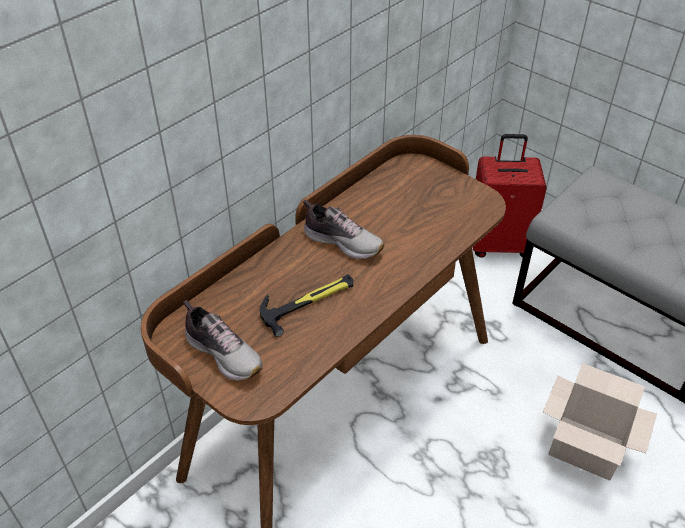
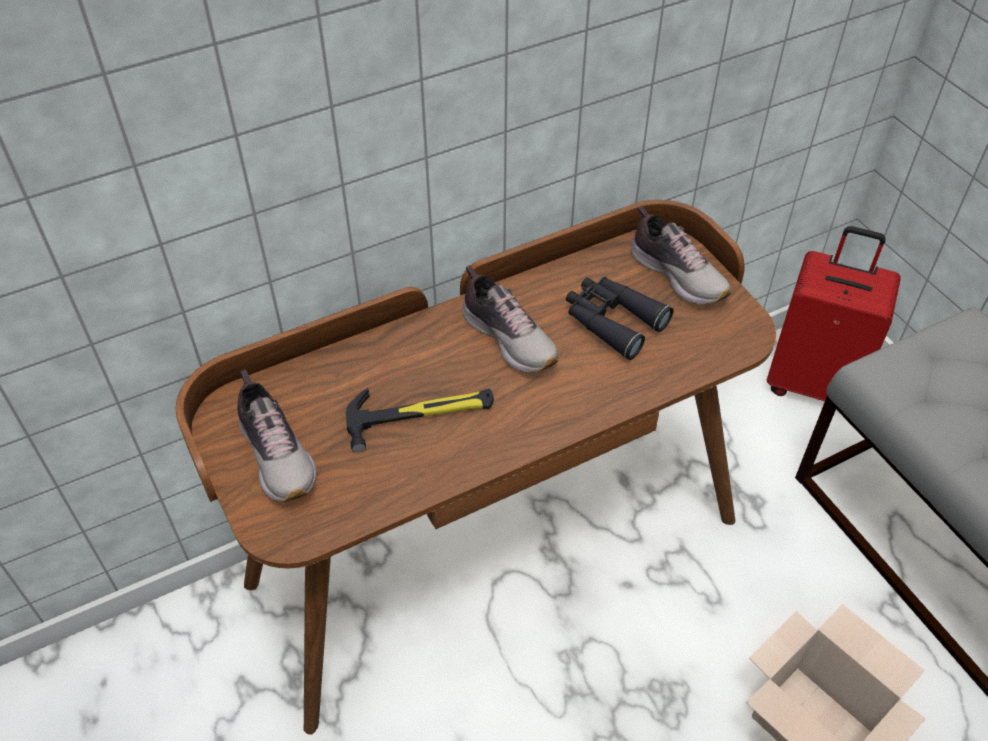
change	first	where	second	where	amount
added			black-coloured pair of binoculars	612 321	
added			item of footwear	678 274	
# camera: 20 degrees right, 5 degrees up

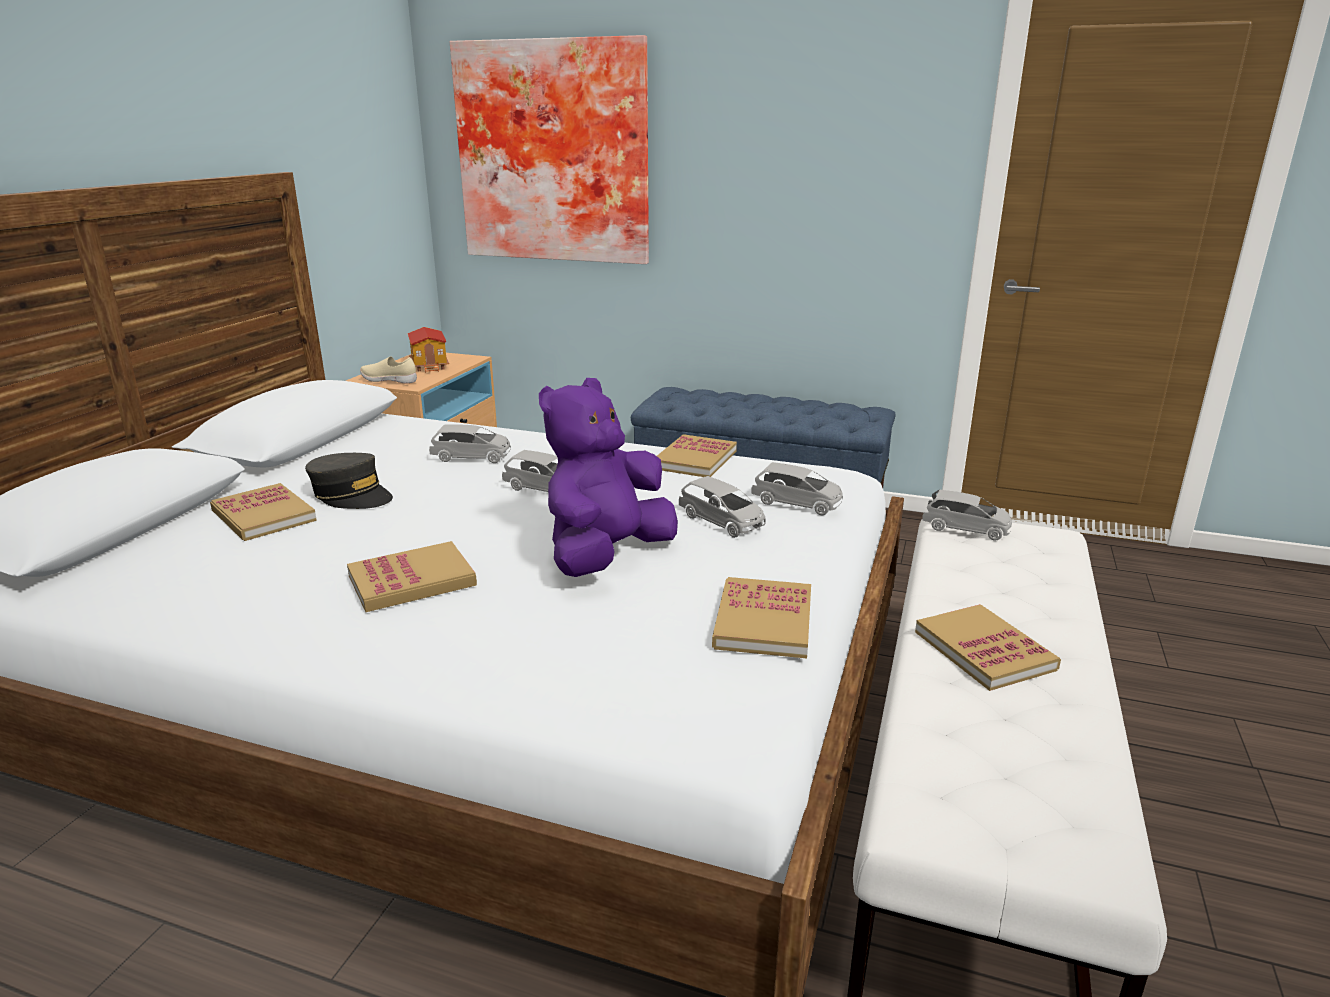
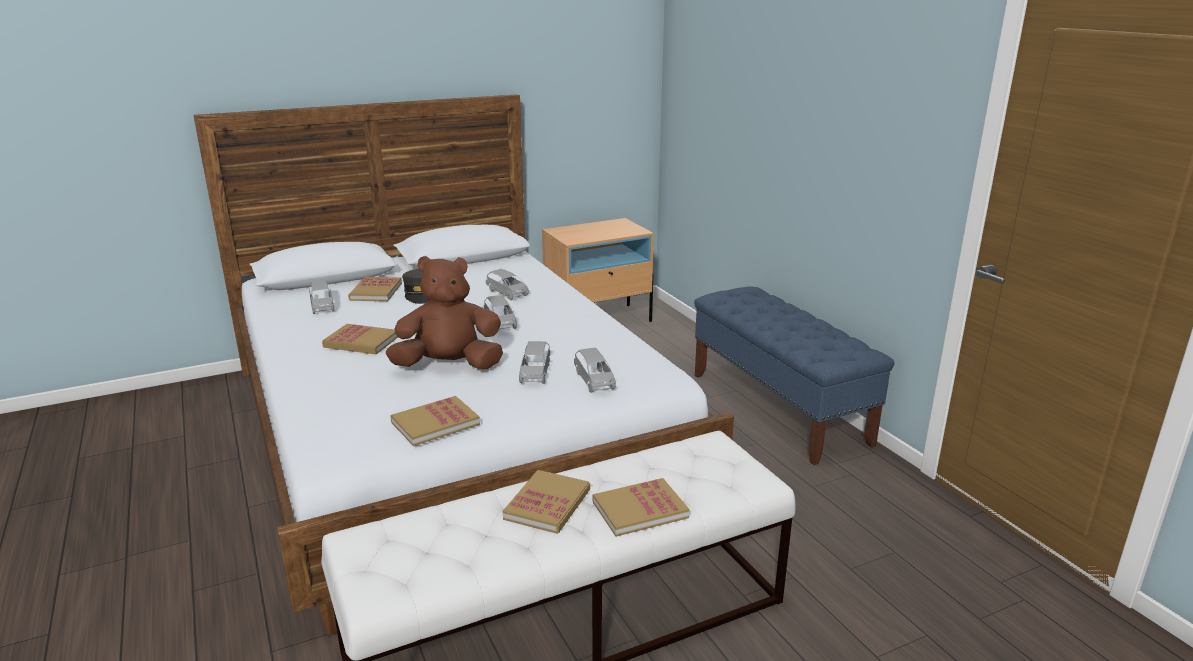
change	first	where	second	where	amount
removed	beige item of footwear	390 381			
removed	model house	430 365			
removed	wall art	555 153			
moved	volume	695 459		640 510	
moved	greyish model car	965 529		322 306	
recoloured	purple soft toy	607 557	brown soft toy	449 366	
# camera: 45 degrees right, 0 degrees up

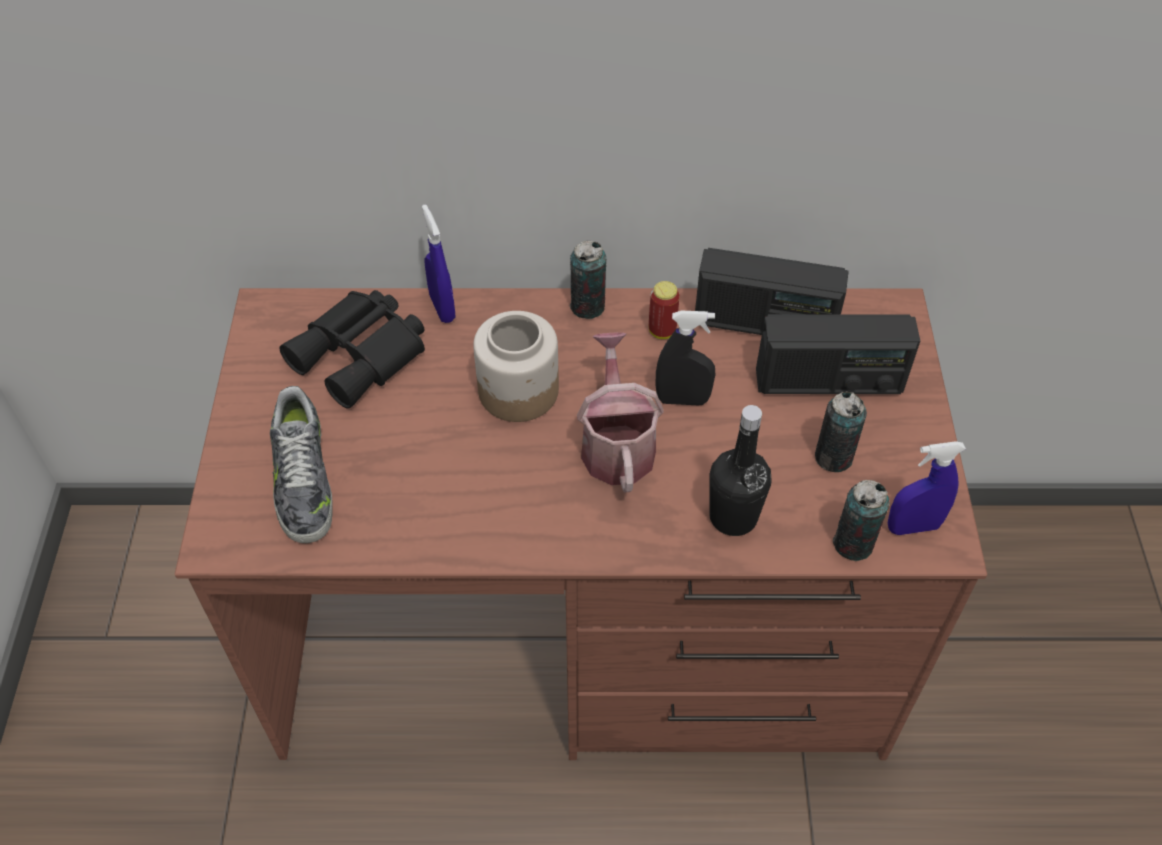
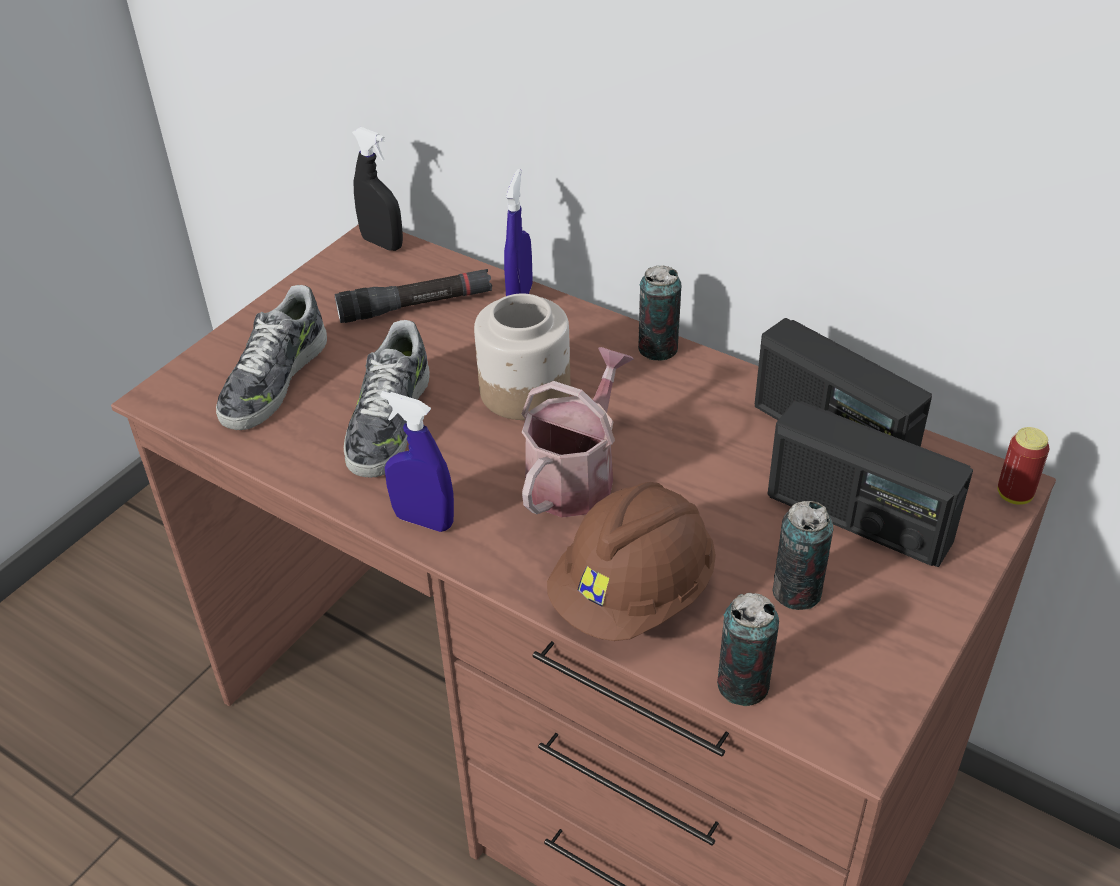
change	first	where	second	where	amount
added			item of footwear	388 421	
moved	can	662 331		1014 495	
moved	black-coloured hand sprayer	682 399		382 243	
moved	bluish hand sprayer	913 526		423 520	
replaced	black-coloured pair of binoculars	363 355	black-coloured torch	416 306	
replaced	black-coloured beverage bottle	733 517	brown work helmet	634 595	
# camera: 35 degrees right, 10 degrees down

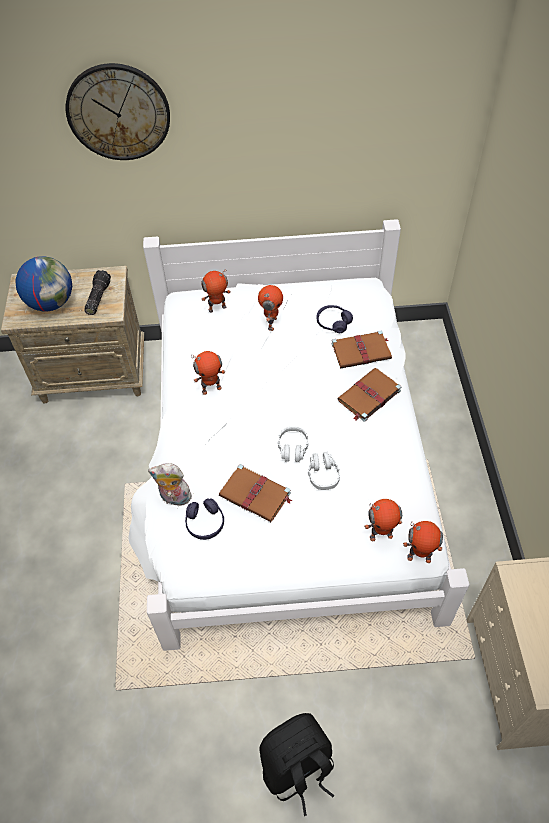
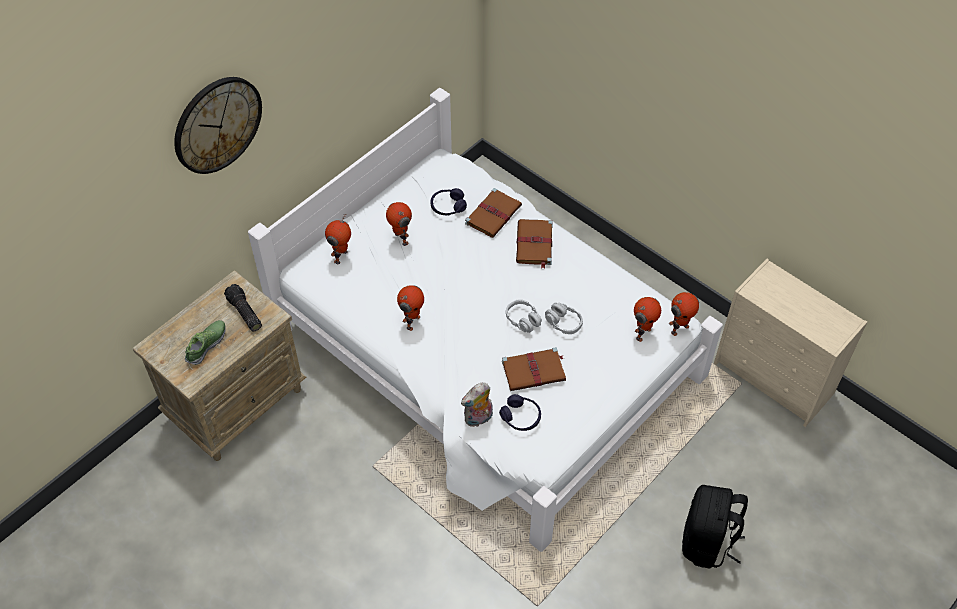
change	first	where	second	where	amount
replaced	globe	51 303	item of footwear	206 345	
# camera: 45 degrees left, 0 degrees up

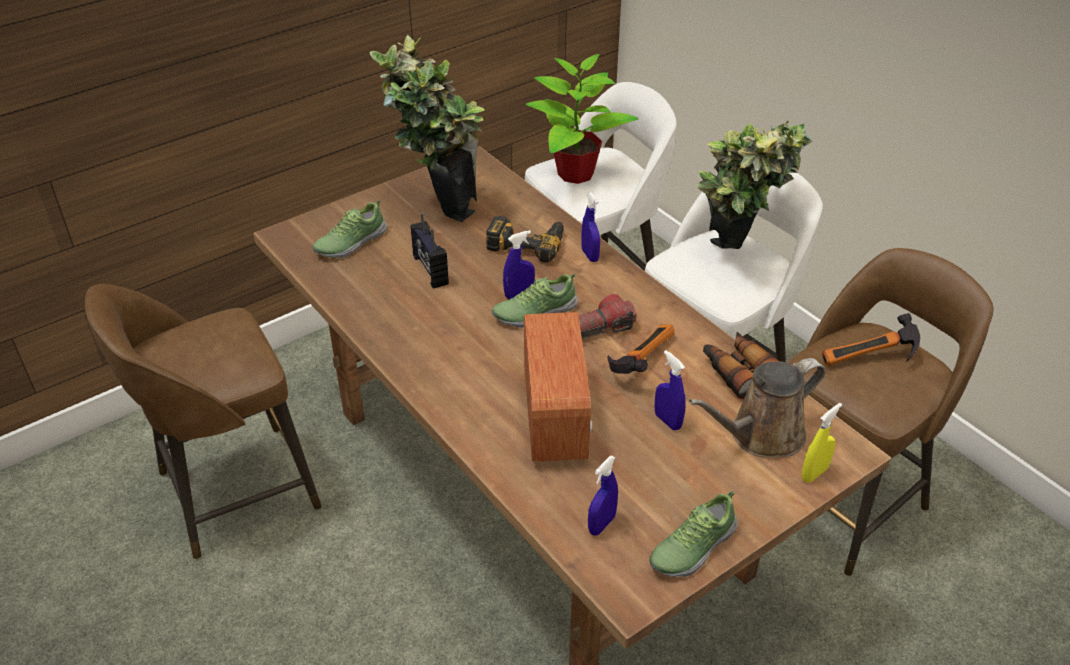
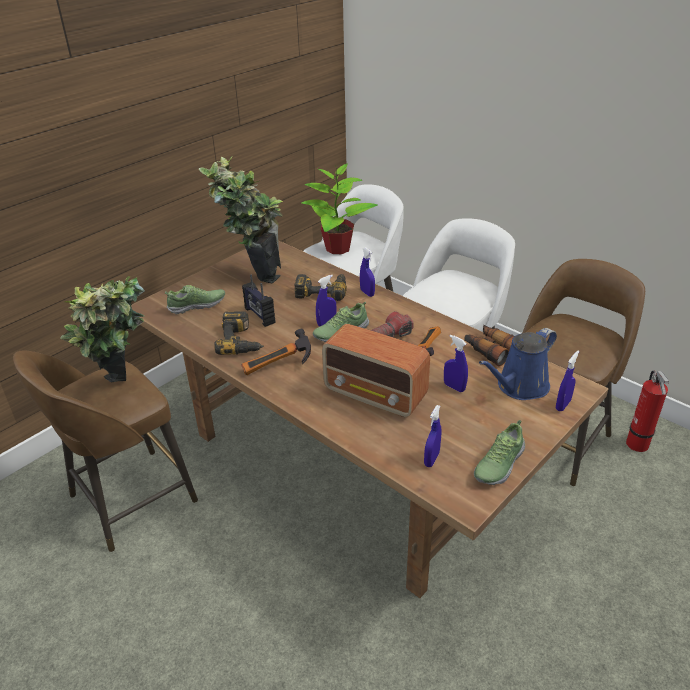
change	first	where	second	where	amount
added			drill	242 341	
added			extinguisher	638 446	
moved	houseplant	738 263		122 392	
moved	tool hammer	870 361		279 367	
recoloured	brown watering can	761 435	bluish watering can	519 387	
recoloured	yellow hand sprayer	814 473	bluish hand sprayer	563 405	
turned	item of footwear	350 242		197 305	150 degrees counterclockwise
turned	radio receiver	554 416		376 395	135 degrees clockwise
# camera: 10 degrees left, 5 degrees down

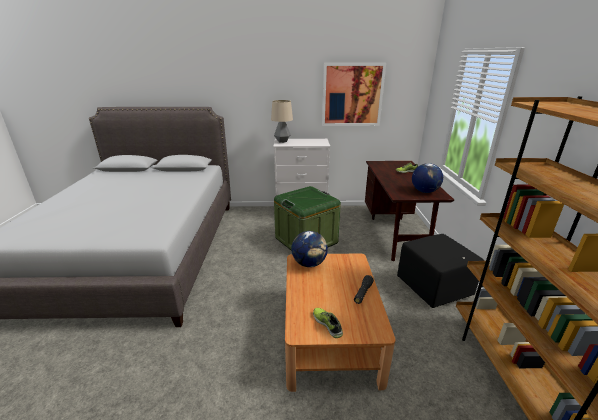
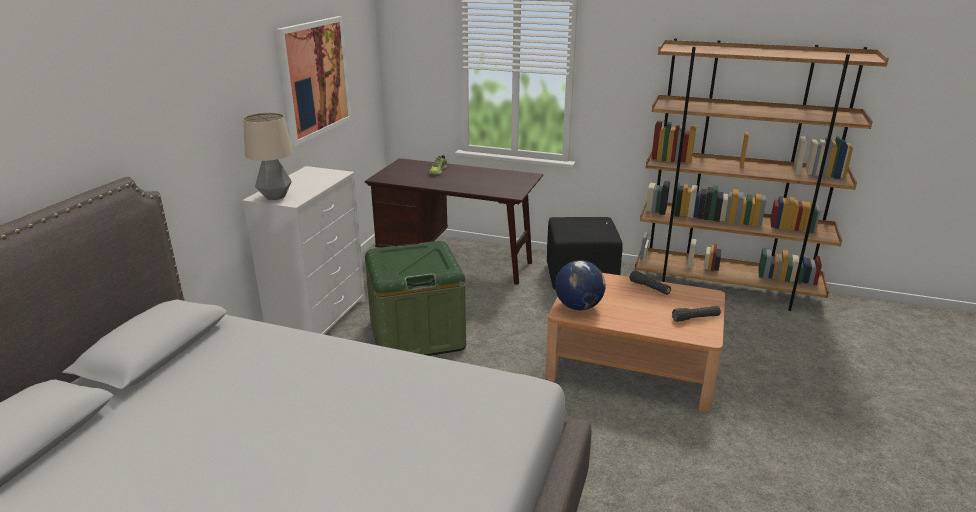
change	first	where	second	where	amount
removed	globe	424 191			
replaced	item of footwear	328 324	black-coloured torch	695 318	
# camera: 70 degrees left, 0 degrees up

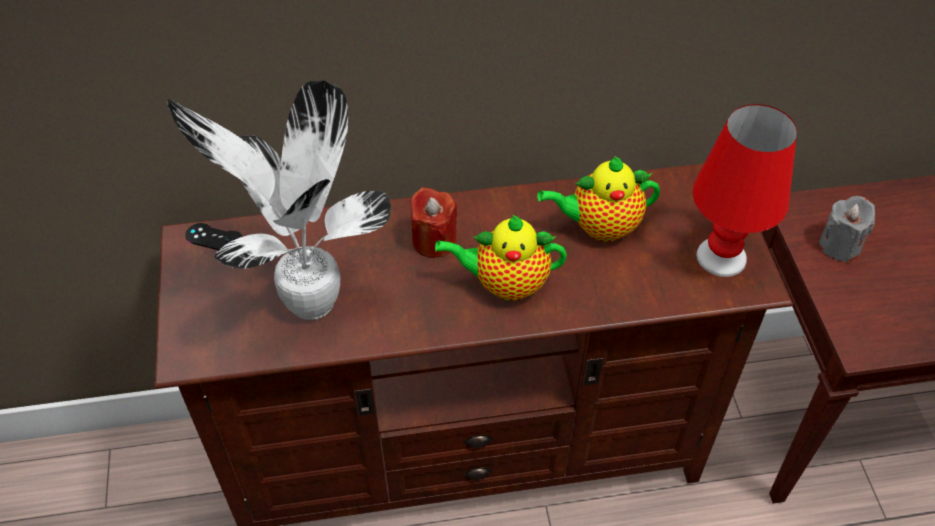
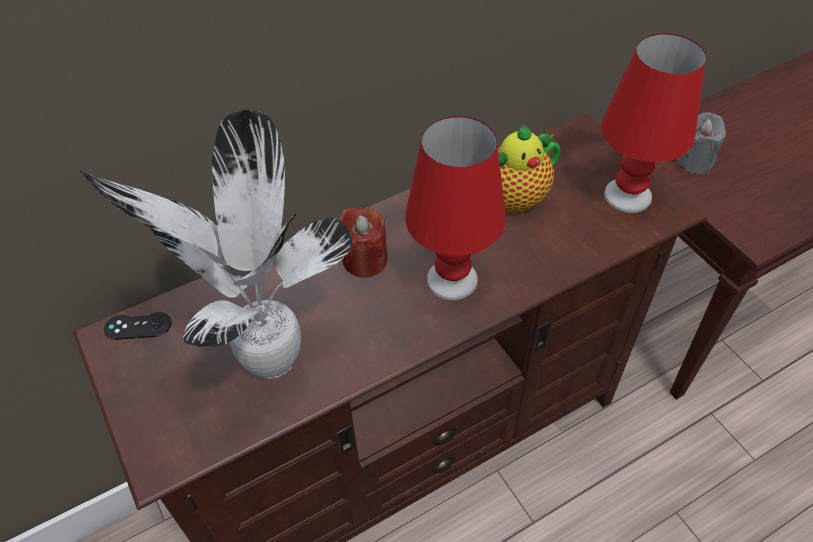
change	first	where	second	where	amount
replaced	teapot	505 283	reddish table lamp	452 279	
# camera: 20 degrees left, 0 degrees up

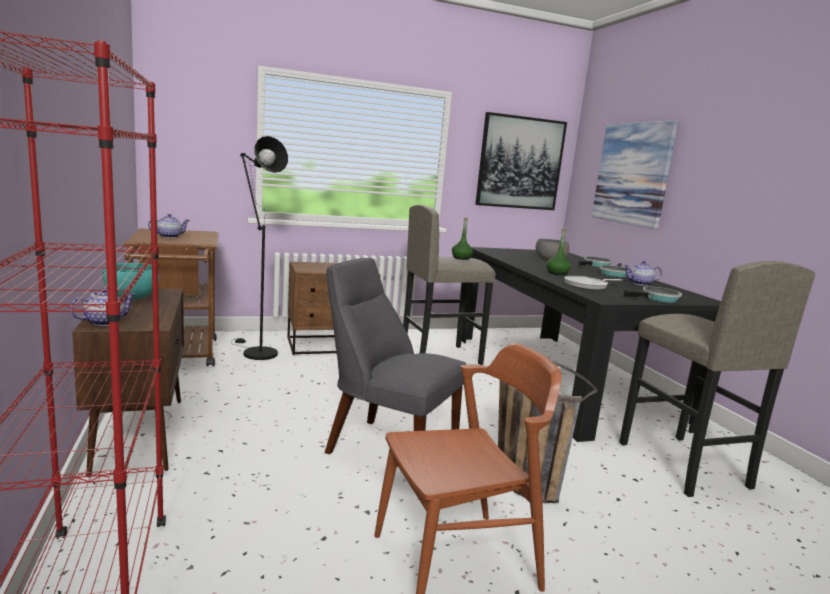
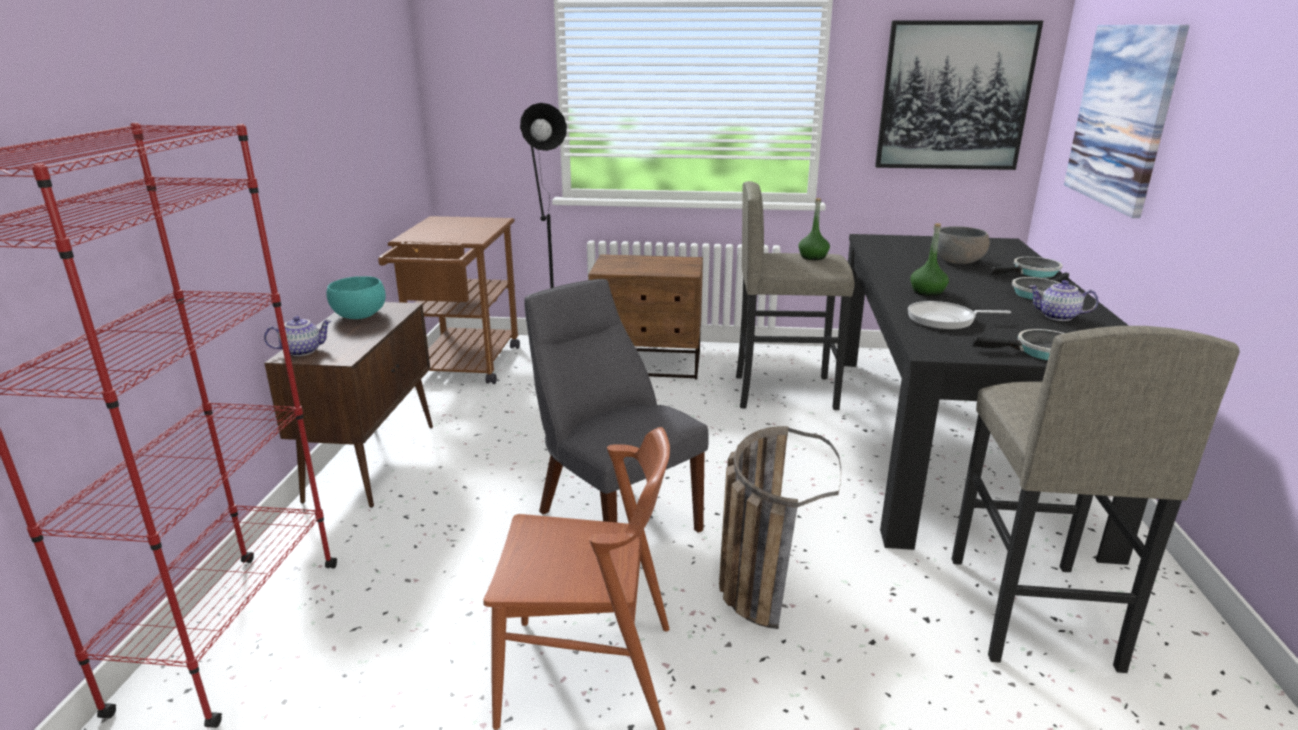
change	first	where	second	where	amount
removed	teapot	169 236			
# camera: 25 degrees right, 10 degrees up

